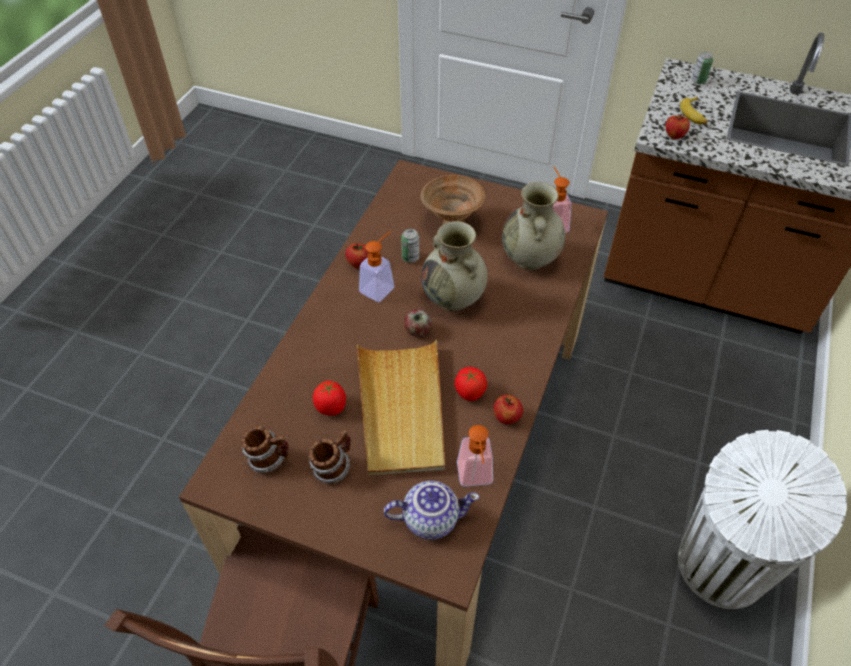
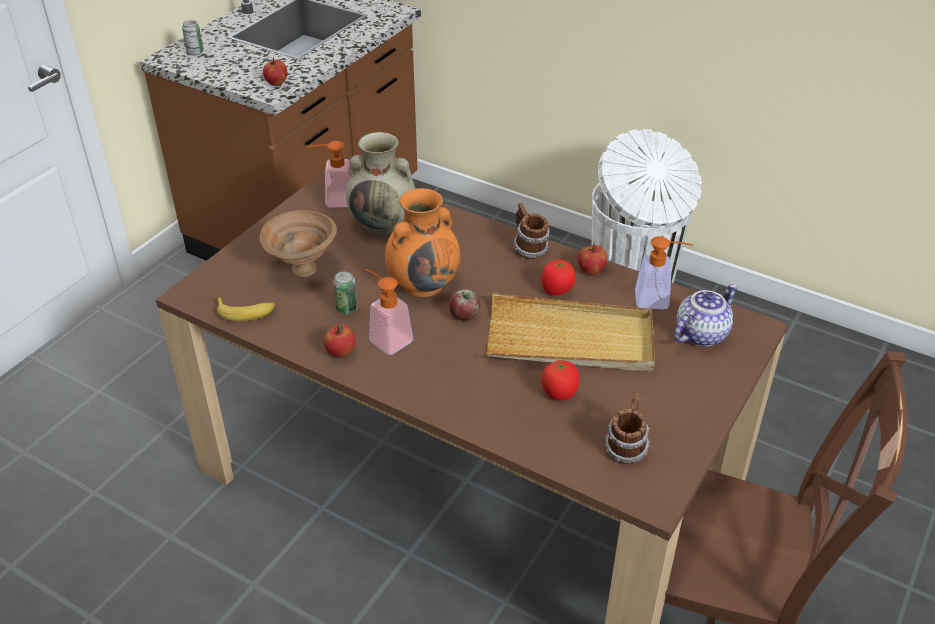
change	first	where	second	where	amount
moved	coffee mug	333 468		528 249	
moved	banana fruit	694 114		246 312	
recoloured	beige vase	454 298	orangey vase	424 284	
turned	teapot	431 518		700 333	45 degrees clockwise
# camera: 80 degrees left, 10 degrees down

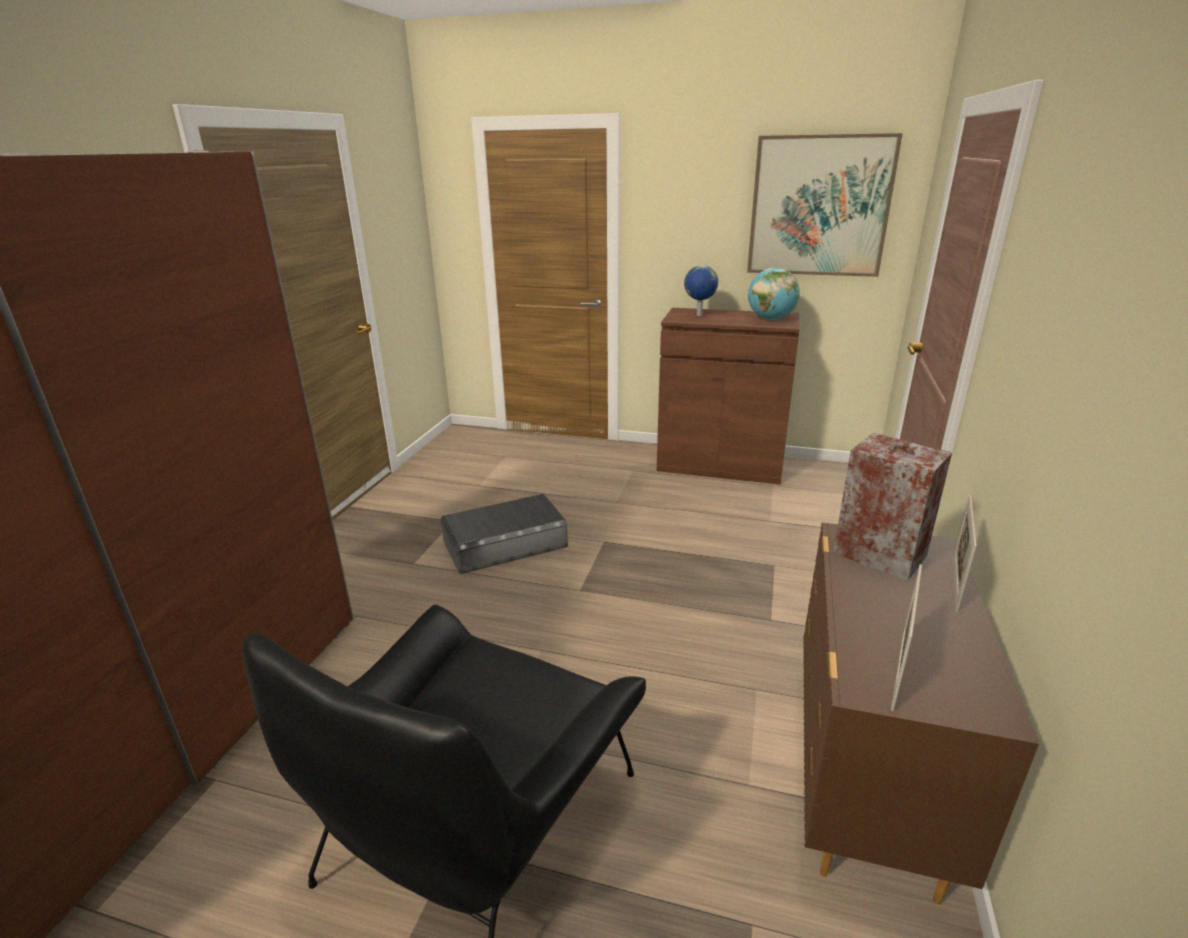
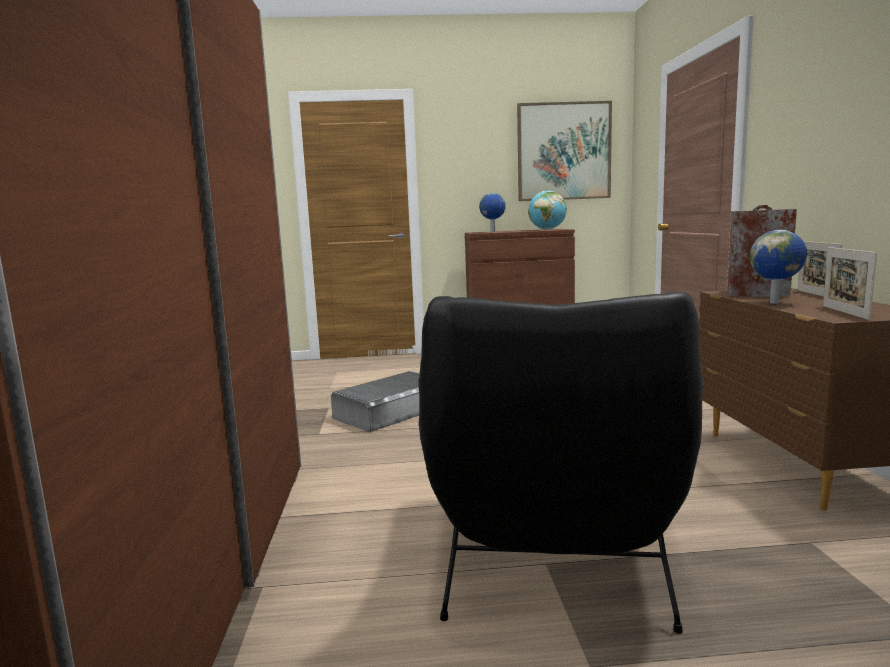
change	first	where	second	where	amount
added			globe	775 303	
# camera: 20 degrees left, 15 degrees down

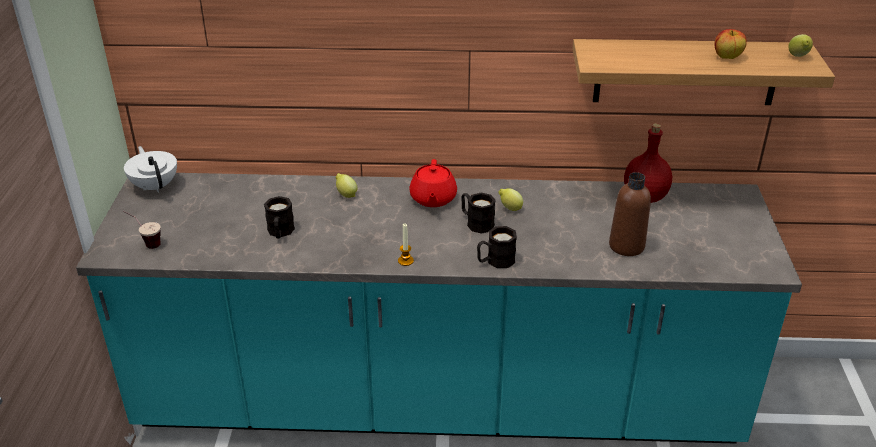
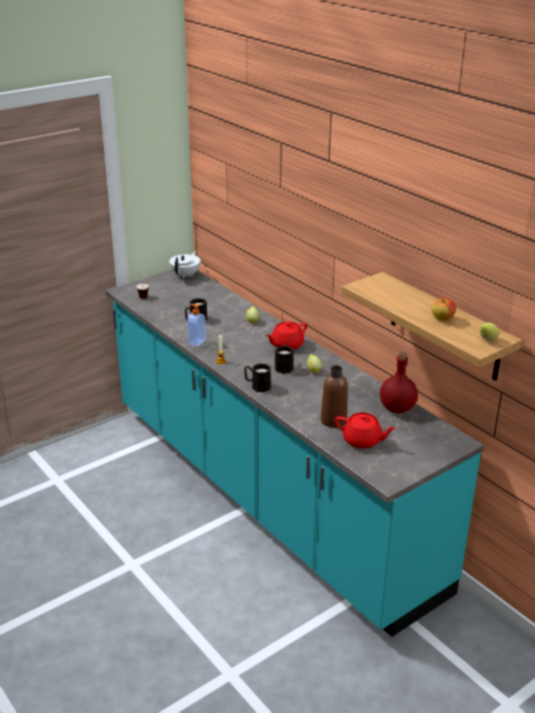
change	first	where	second	where	amount
added			liquid soap bottle	196 342	
added			reddish teapot	362 441	
# camera: 50 degrees right, 5 degrees down

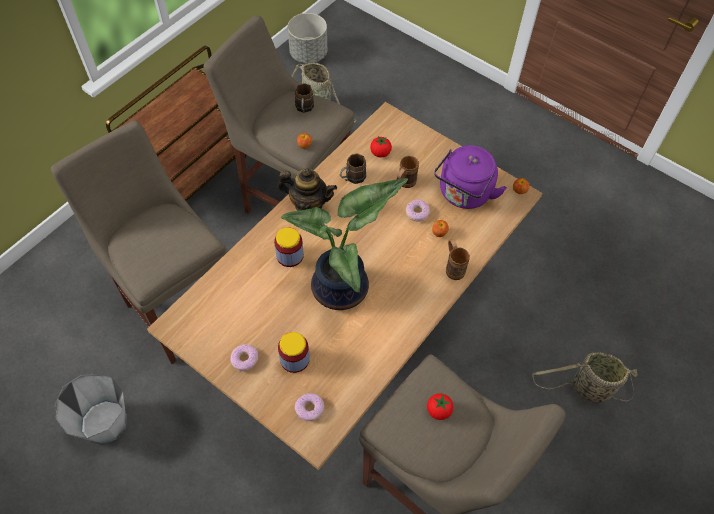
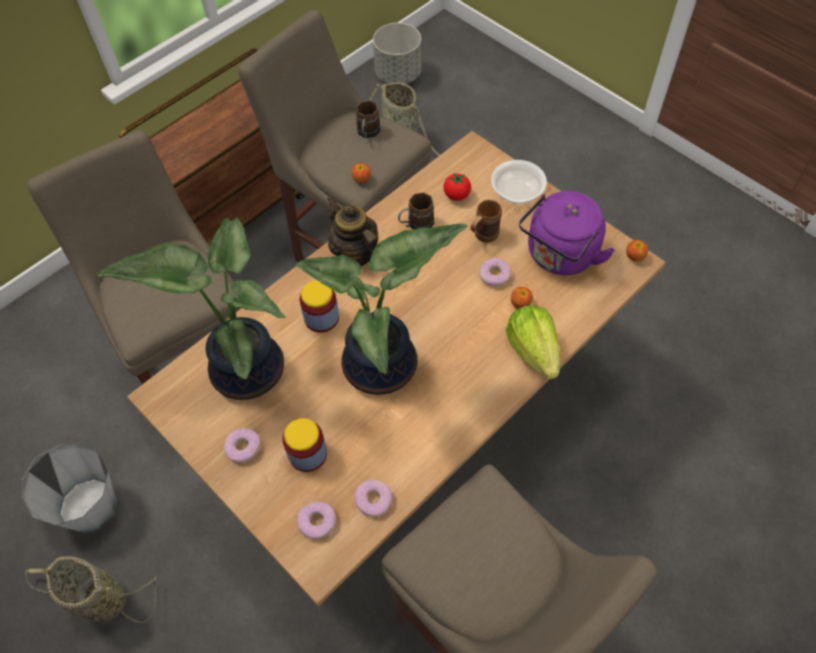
change	first	where	second	where	amount
removed	tomato	438 410			
added			houseplant	244 367	
added			doughnut	374 500	
added			serving bowl	517 192	
moved	household basket	586 389		99 599	
replaced	brown coffee mug	453 267	lettuce head	533 350	
turned	teapot	308 204		355 254	150 degrees counterclockwise
# camera: 10 degrees right, 0 degrees up

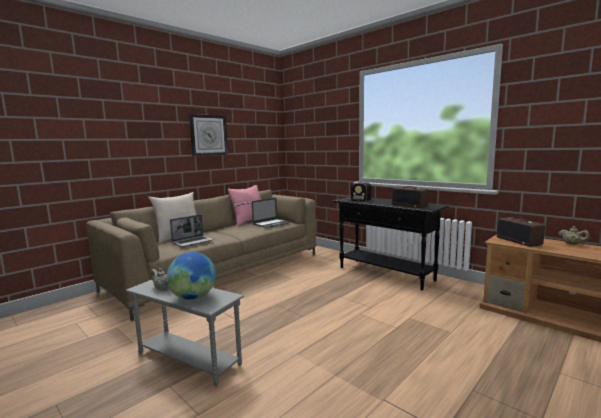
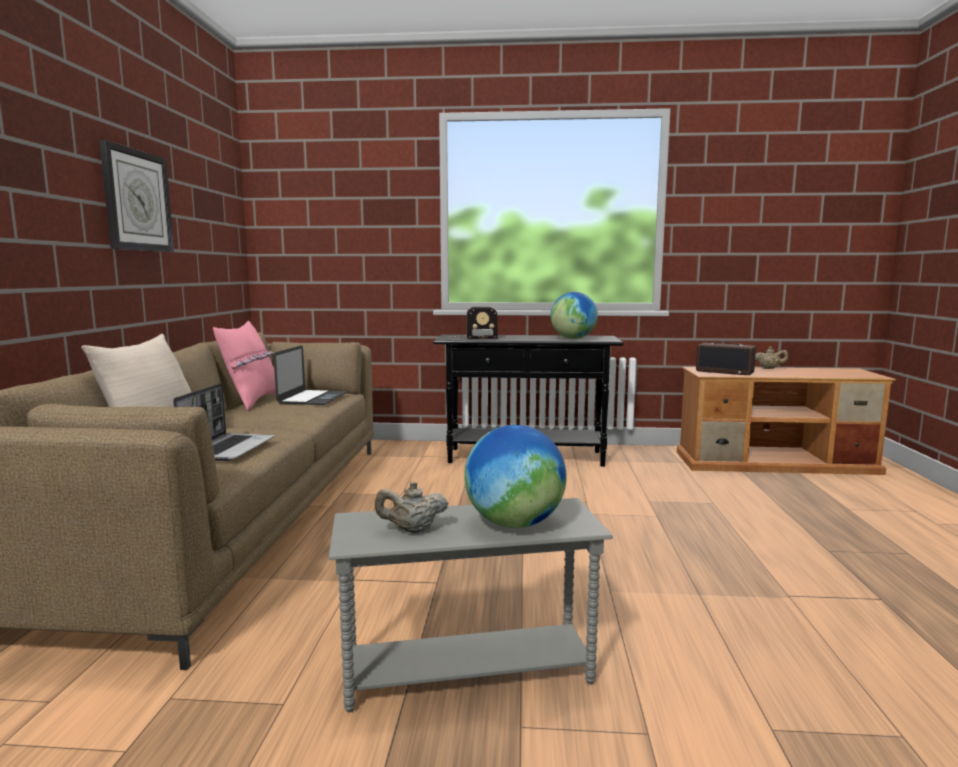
change	first	where	second	where	amount
replaced	radio receiver	410 205	globe	573 338	
# camera: 40 degrees left, 0 degrees up

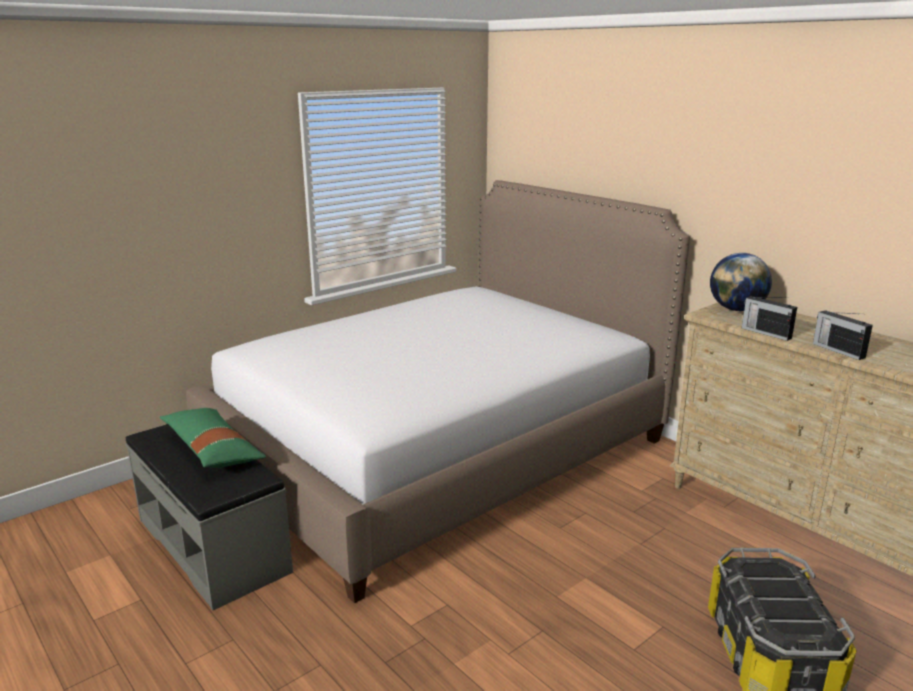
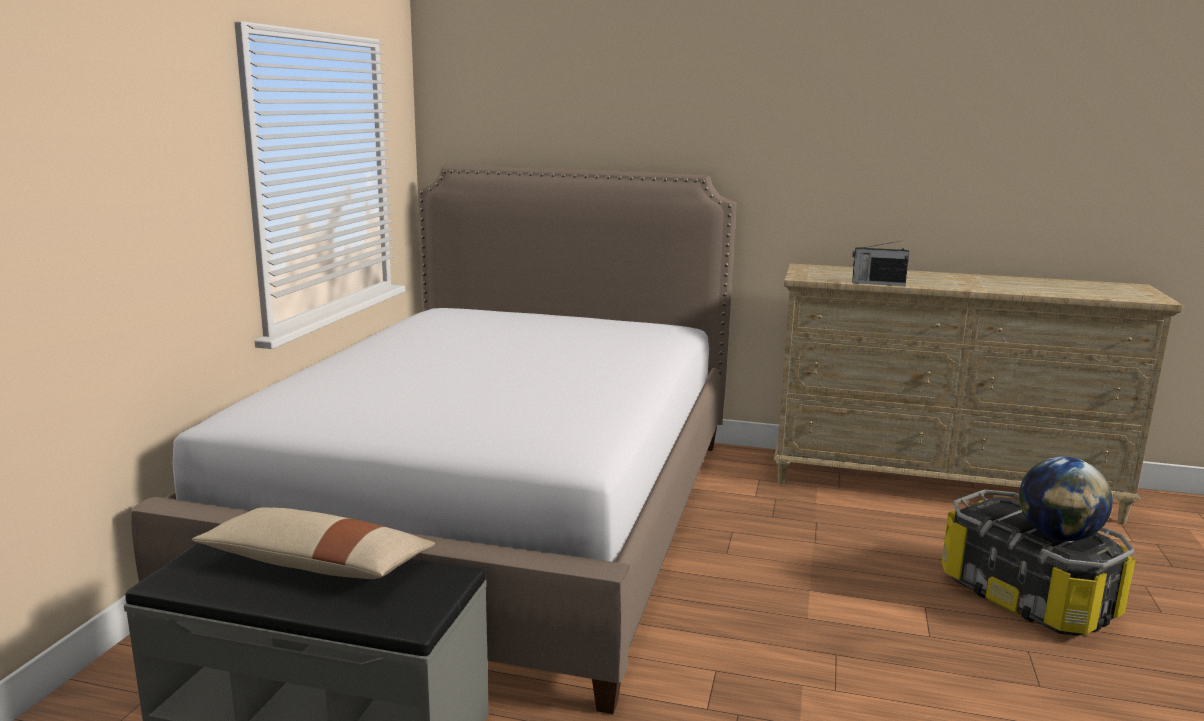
change	first	where	second	where	amount
removed	radio receiver	837 350			
moved	globe	736 309		1058 536	
recoloured	green-coloured throw pillow	212 450	beige throw pillow	317 565	
# camera: 35 degrees left, 5 degrees down

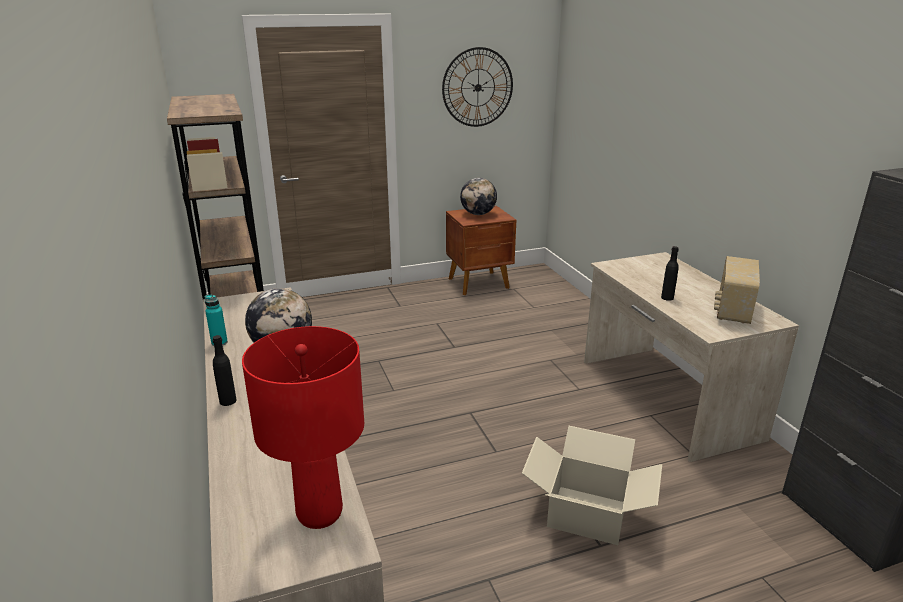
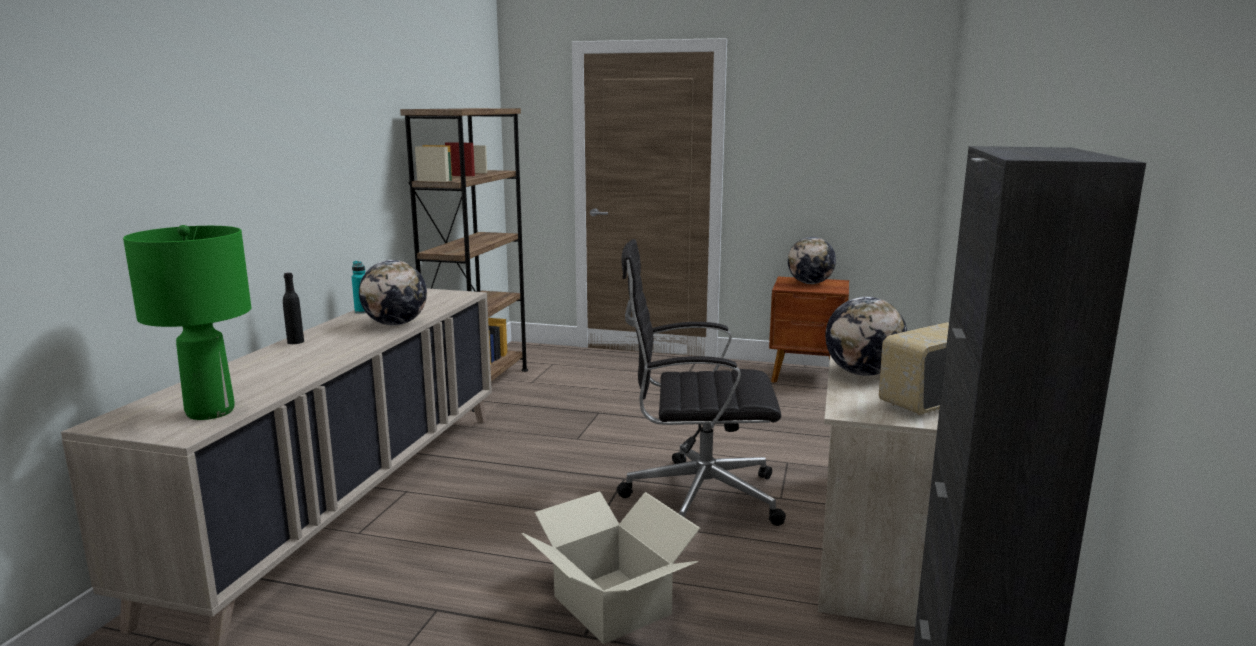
change	first	where	second	where	amount
removed	wall clock	477 87			
added			black-coloured office chair	697 497	
replaced	black-coloured beverage bottle	667 297	globe	863 373	
recoloured	reddish table lamp	318 513	green-coloured table lamp	209 412	
# camera: 35 degrees right, 10 degrees down

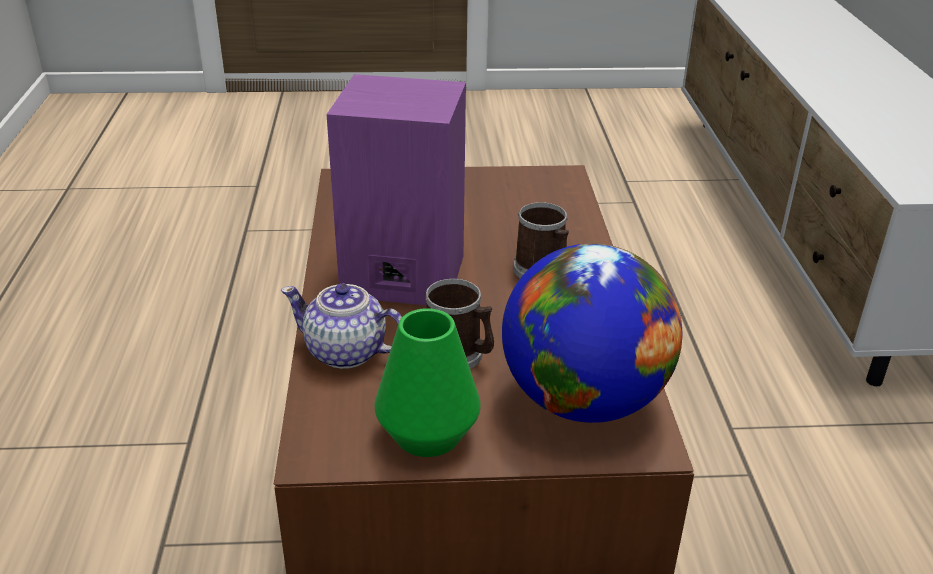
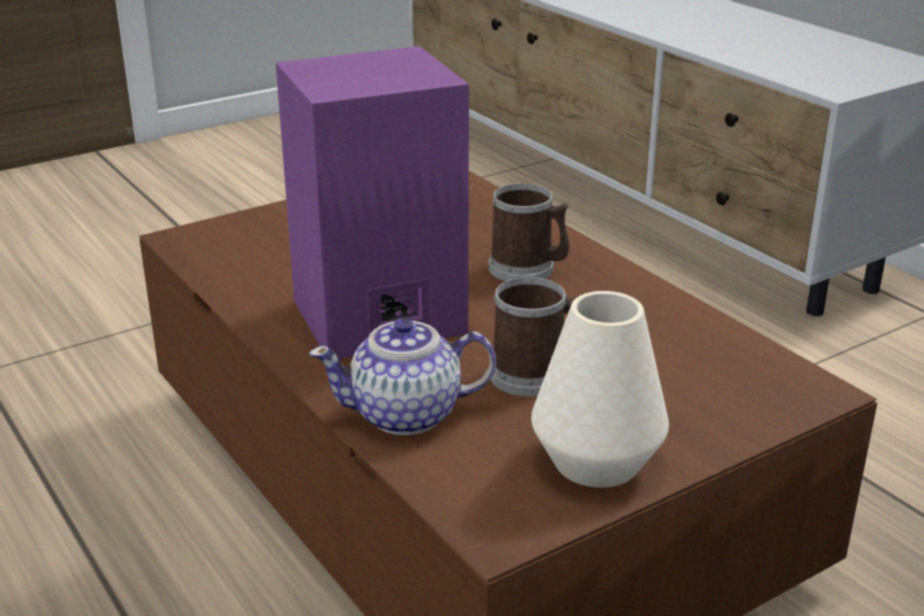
change	first	where	second	where	amount
removed	globe	583 400			
recoloured	green-coloured vase	427 434	white-coloured vase	596 462	
# camera: 30 degrees left, 5 degrees down

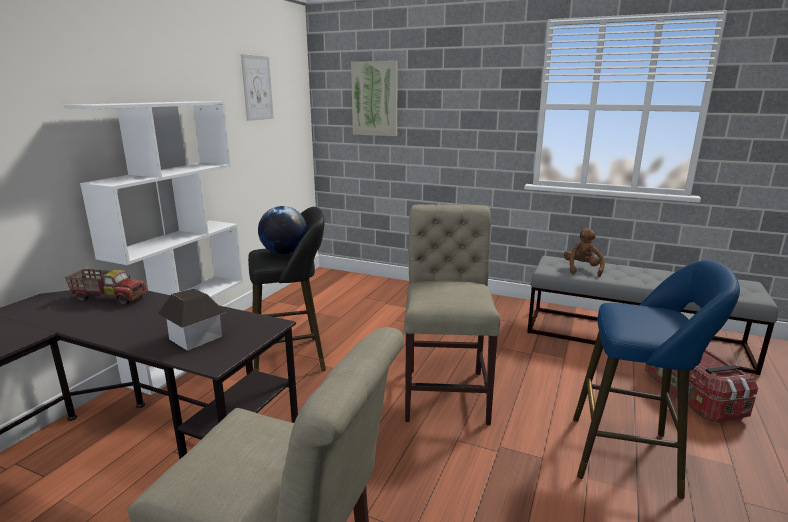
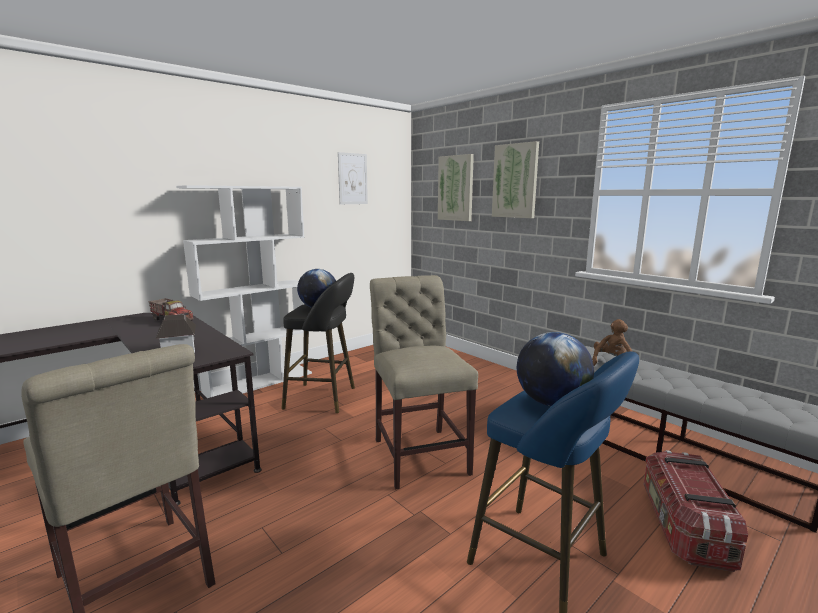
change	first	where	second	where	amount
added			wall art	515 181	
added			globe	551 403	
turned	beige chair	446 391		419 452	45 degrees counterclockwise
# camera: 25 degrees right, 5 degrees down

